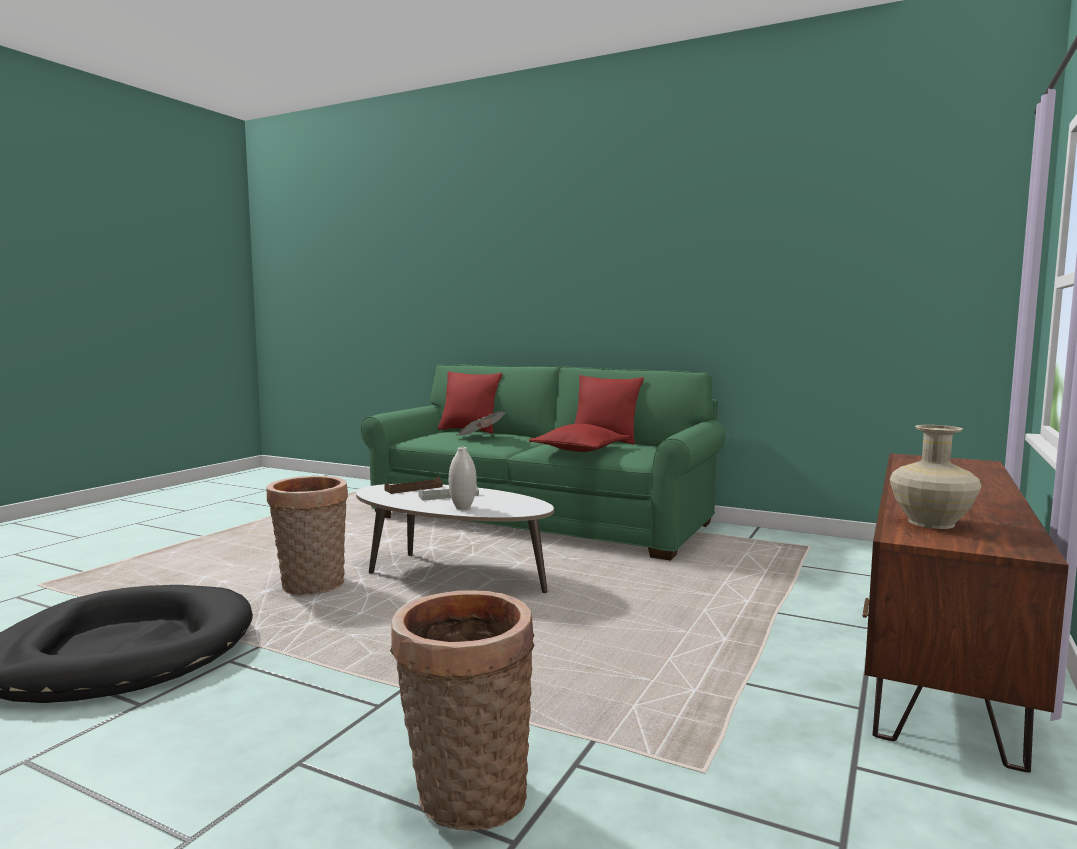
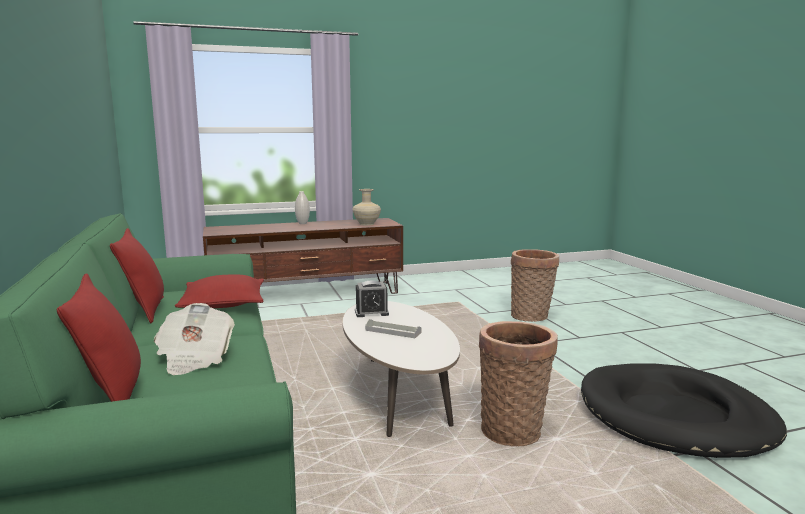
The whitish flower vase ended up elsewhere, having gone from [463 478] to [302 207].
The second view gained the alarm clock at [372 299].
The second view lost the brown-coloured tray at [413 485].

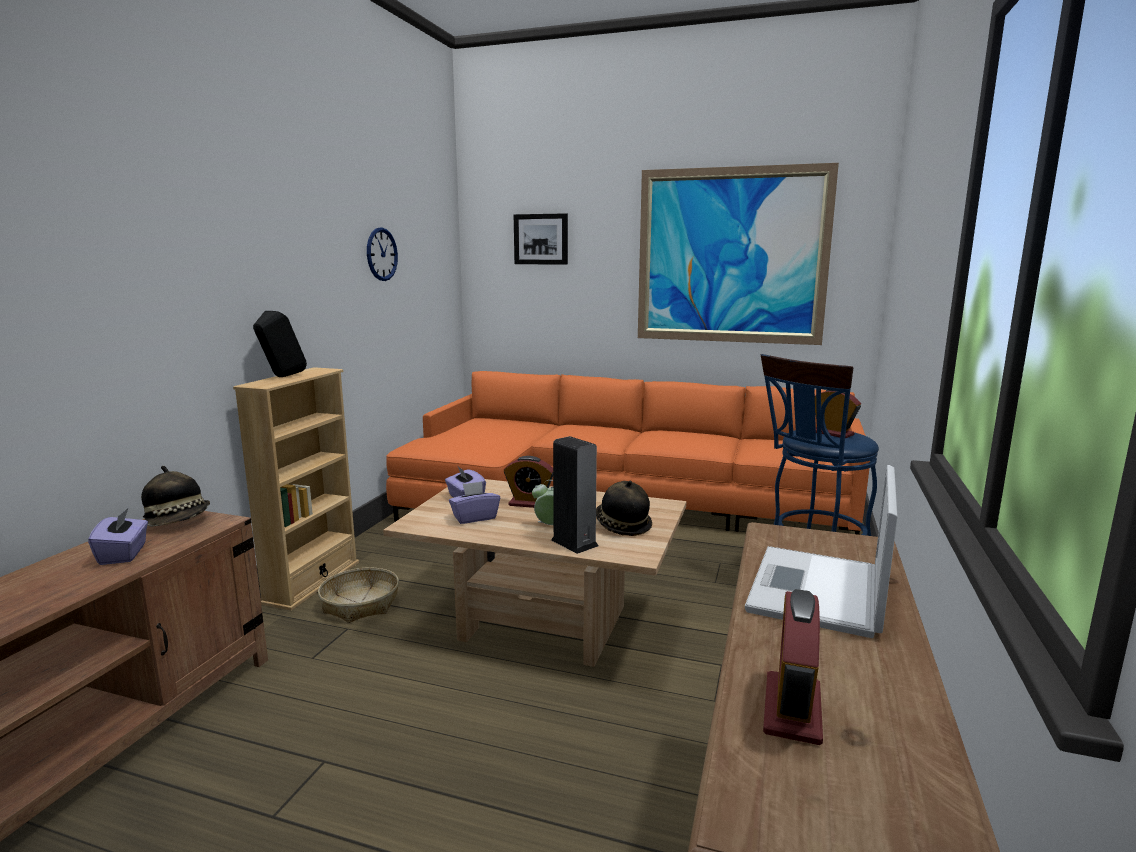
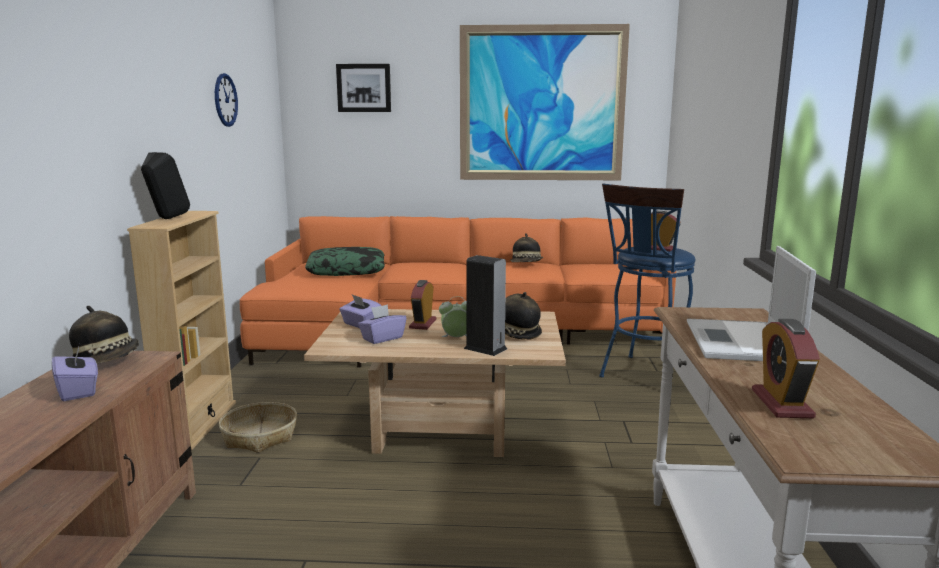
The second view gained the pillow at [345 261].
The alarm clock at [528 482] ended up facing another way, 105 degrees clockwise from before.
The second view gained the clothing hat at [526 247].

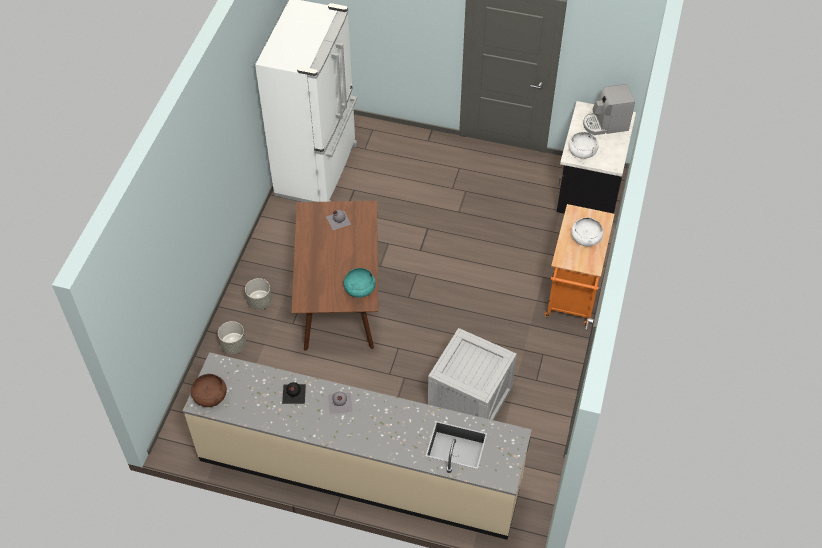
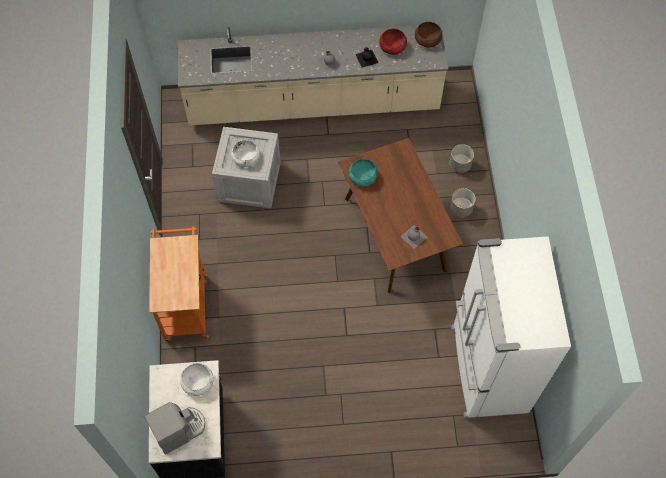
The whitish serving bowl ended up elsewhere, having gone from [587 232] to [245 153].
The second view gained the red serving bowl at [393 42].

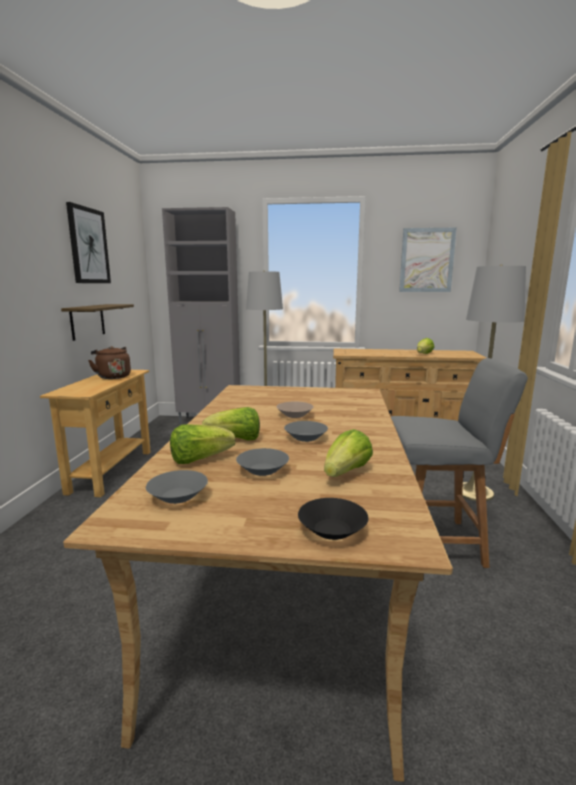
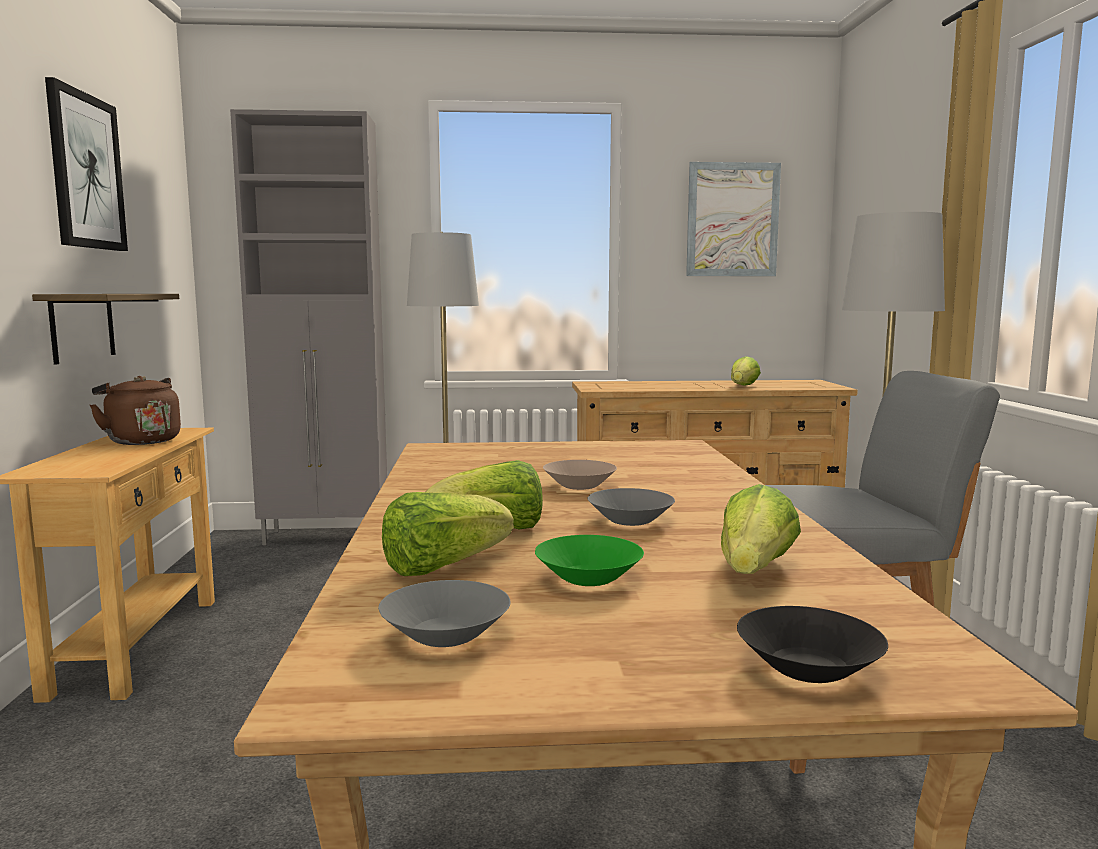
What was the greyish serving bowl at [262 462] turned into the green-coloured serving bowl at [589 560].

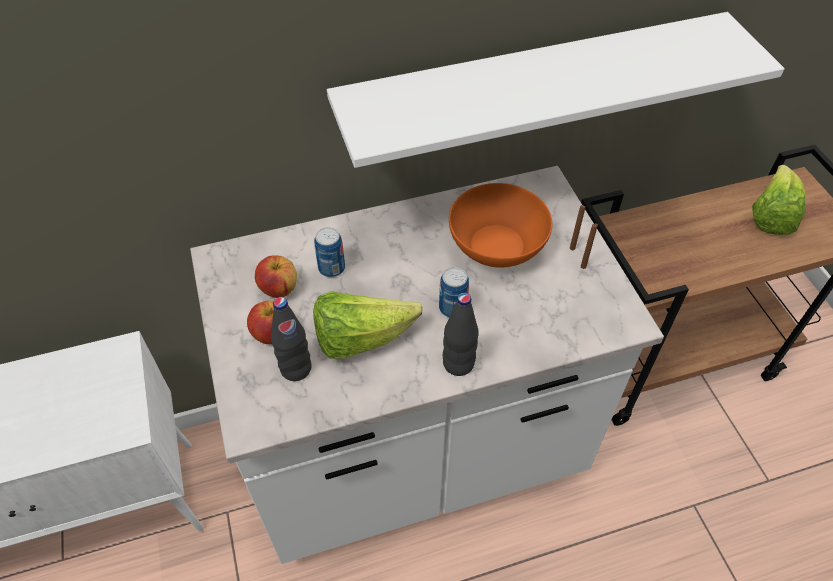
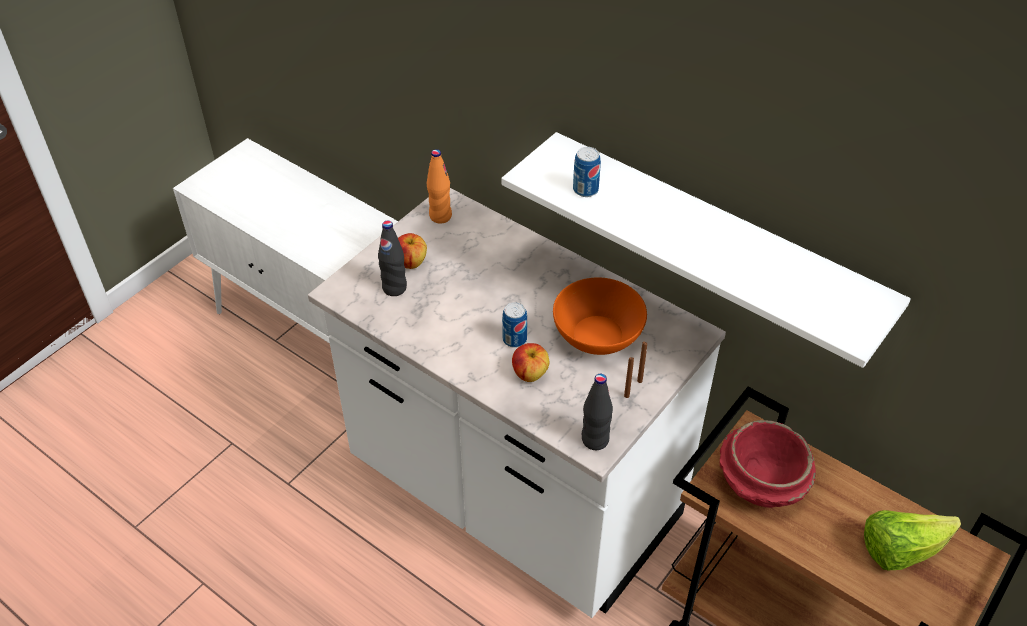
The second view gained the orange drink bottle at [439 186].
The whole apple ended up elsewhere, having gone from [276 277] to [530 362].
The can ended up elsewhere, having gone from [329 252] to [587 172].
The blackish drink bottle ended up elsewhere, having gone from [460 334] to [597 412].
The second view gained the red serving bowl at [768 464].
The second view lost the head of lettuce at [368 325].

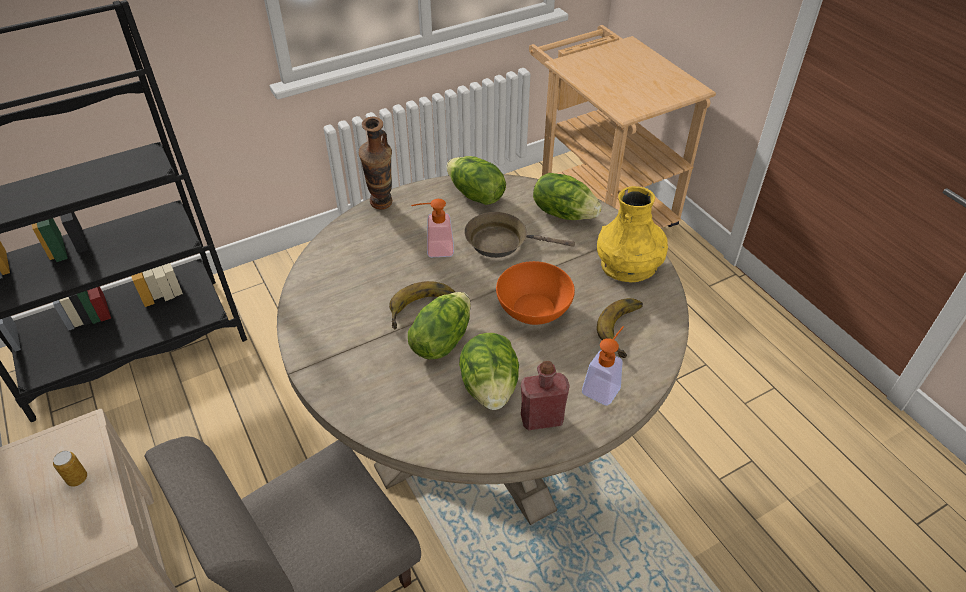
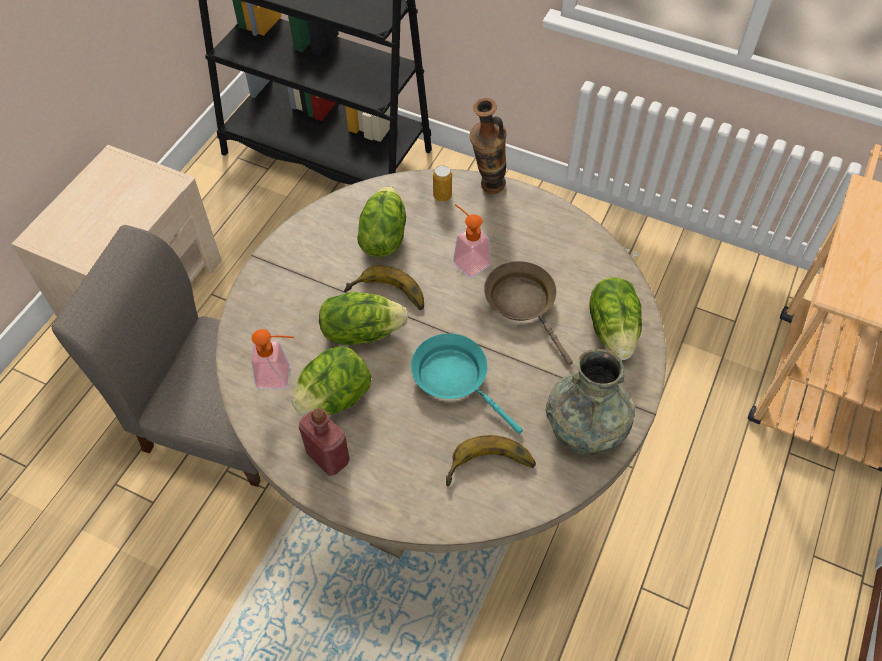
The soap dispenser ended up elsewhere, having gone from [603 366] to [272 359].
The head of lettuce ended up elsewhere, having gone from [476 180] to [381 221].
Where the orange serving bowl stood at [535 293], the blue-green skillet came to stand at [467 383].
The can ended up elsewhere, having gone from [70 469] to [442 183].
What was the yellow flower vase at [632 234] turned into the greyish flower vase at [590 402].

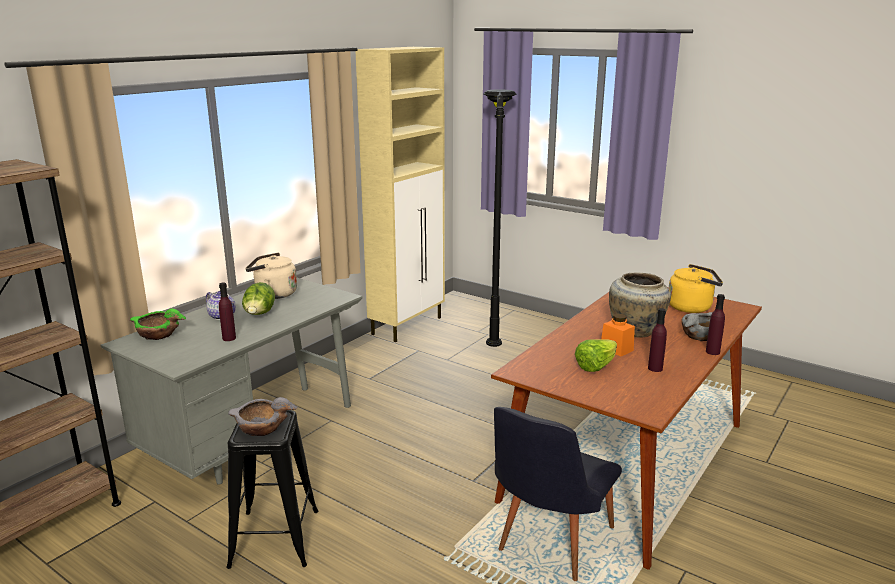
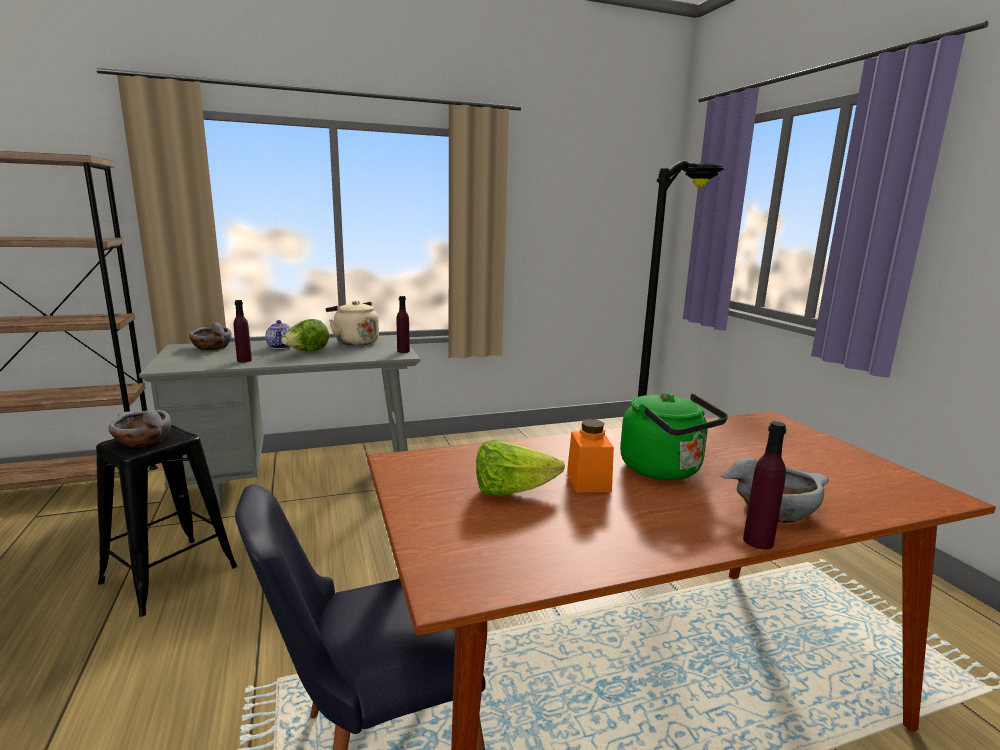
What was the green-coloured serving bowl at [158 324] turned into the greyish serving bowl at [210 336].
The purplish drink bottle ended up elsewhere, having gone from [657 340] to [403 324].
Where the beige flower vase stood at [640 305], the green-coloured kettle came to stand at [674 436].
The second view lost the beige cabinet at [400 194].
The second view lost the yellow kettle at [696 288].

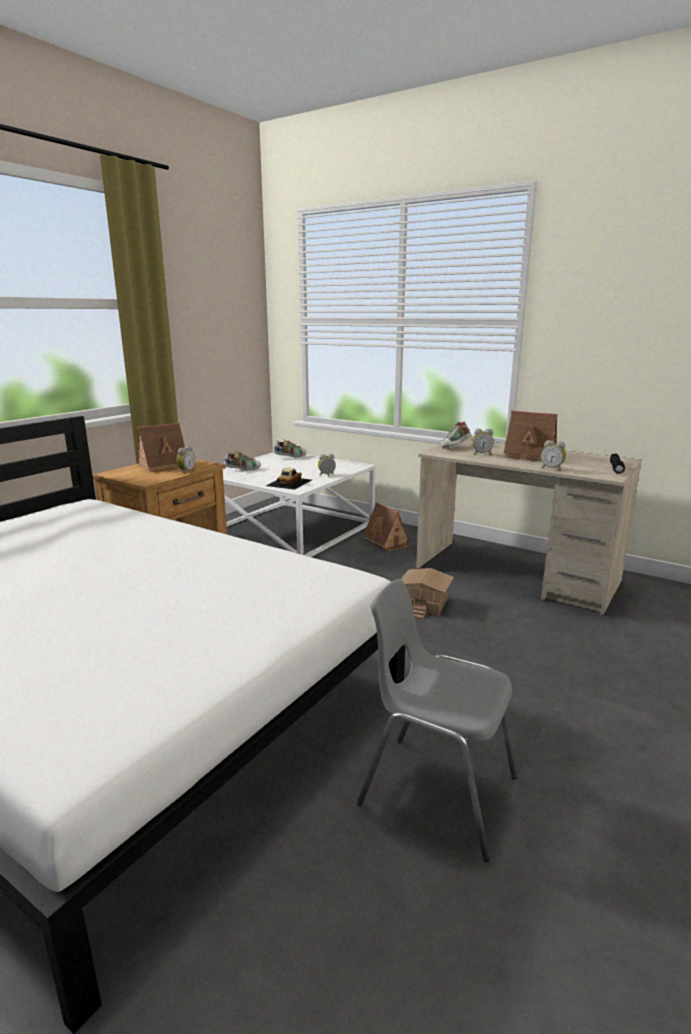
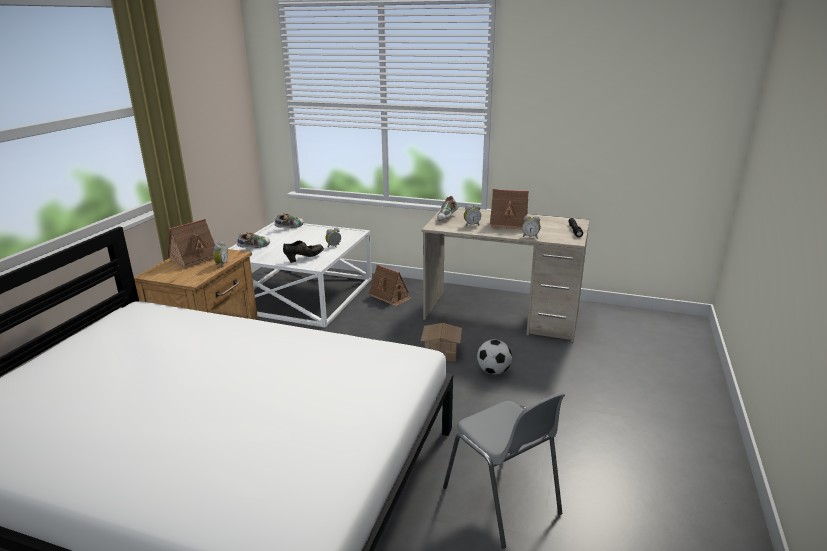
Where the miniature car stood at [288 479], the blackish item of footwear came to stand at [303 252].
The greyish plain chair at [437 720] ended up facing another way, 135 degrees counterclockwise from before.
The second view gained the football at [494 356].

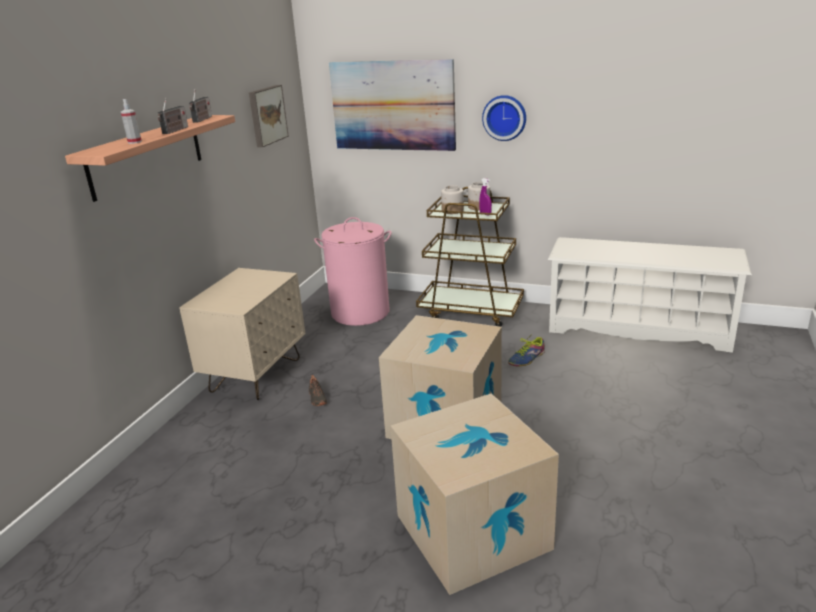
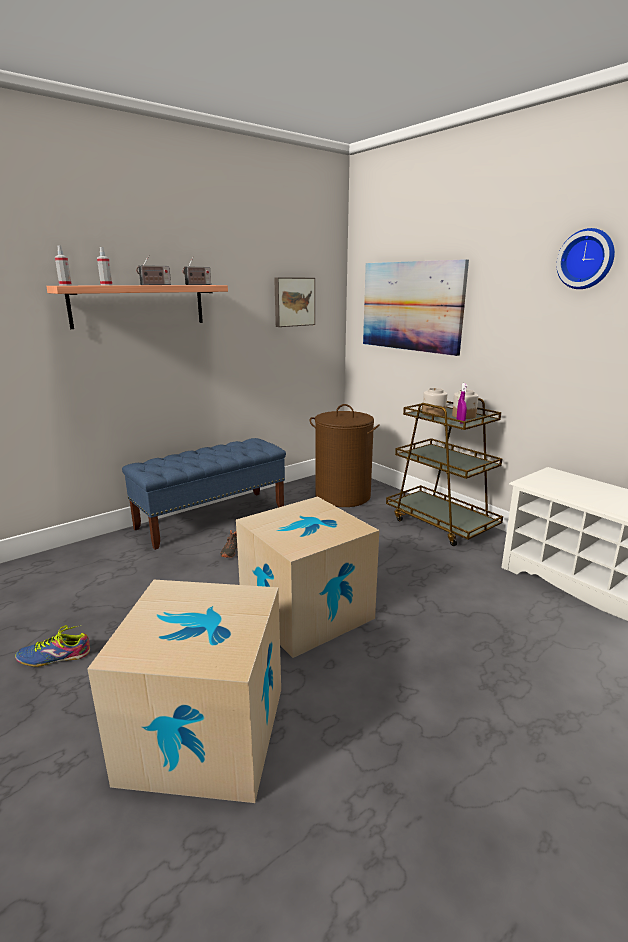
The item of footwear ended up elsewhere, having gone from [526 350] to [52 646].
The second view gained the sprayer at [63 265].
Where the beige night table stood at [242 334], the blue long seat came to stand at [204 494].
What was the pink-coloured laundry basket at [352 271] turned into the brown-coloured laundry basket at [345 455].
The wall clock ended up elsewhere, having gone from [504 118] to [585 258].

